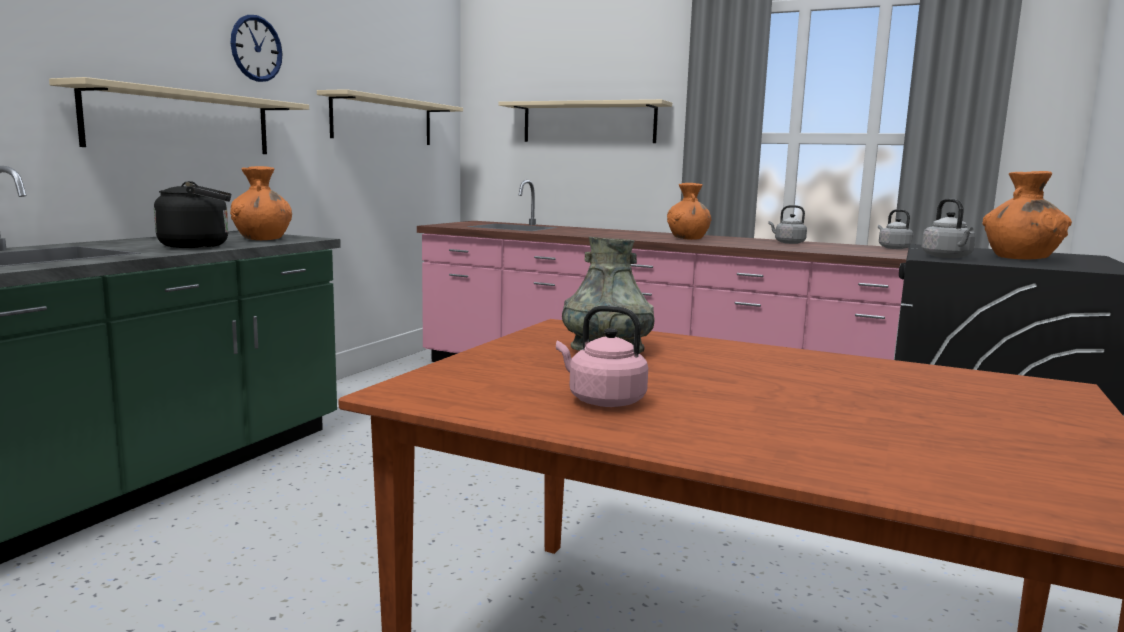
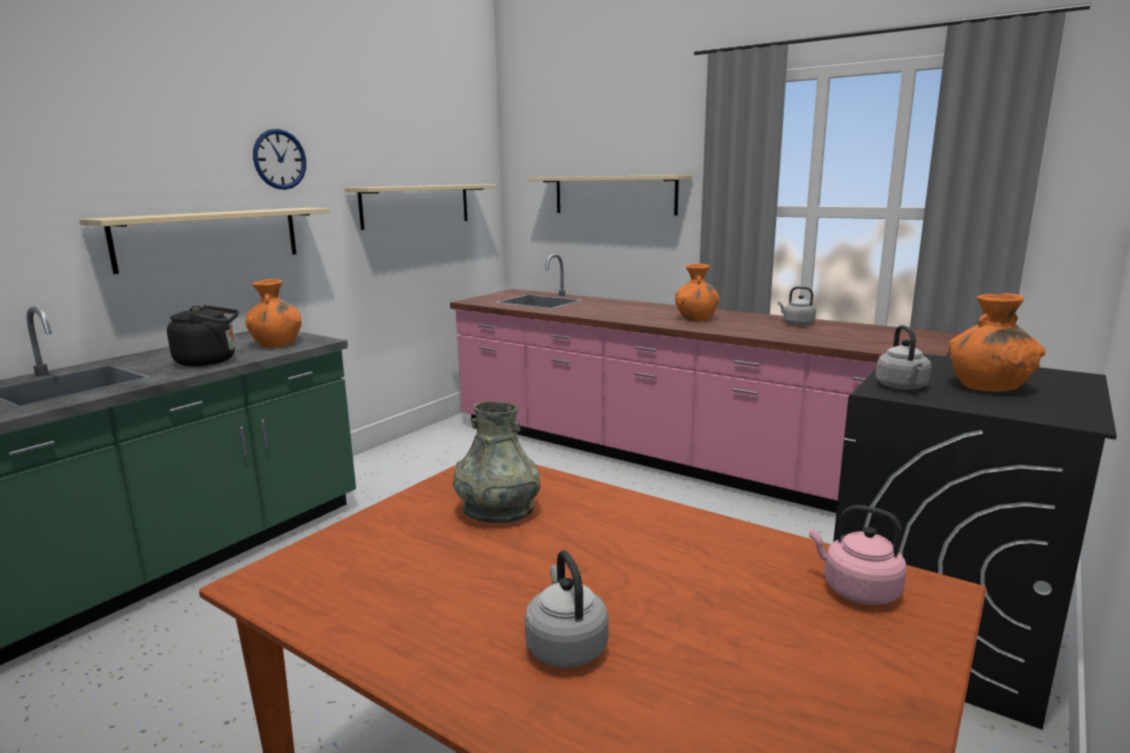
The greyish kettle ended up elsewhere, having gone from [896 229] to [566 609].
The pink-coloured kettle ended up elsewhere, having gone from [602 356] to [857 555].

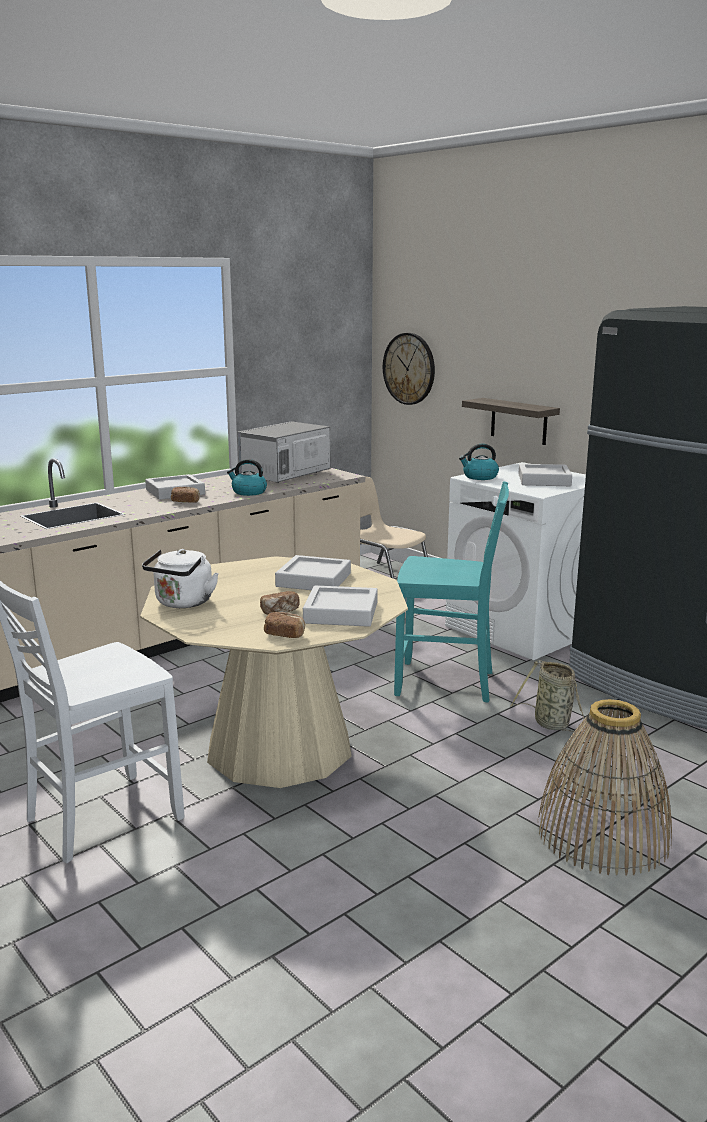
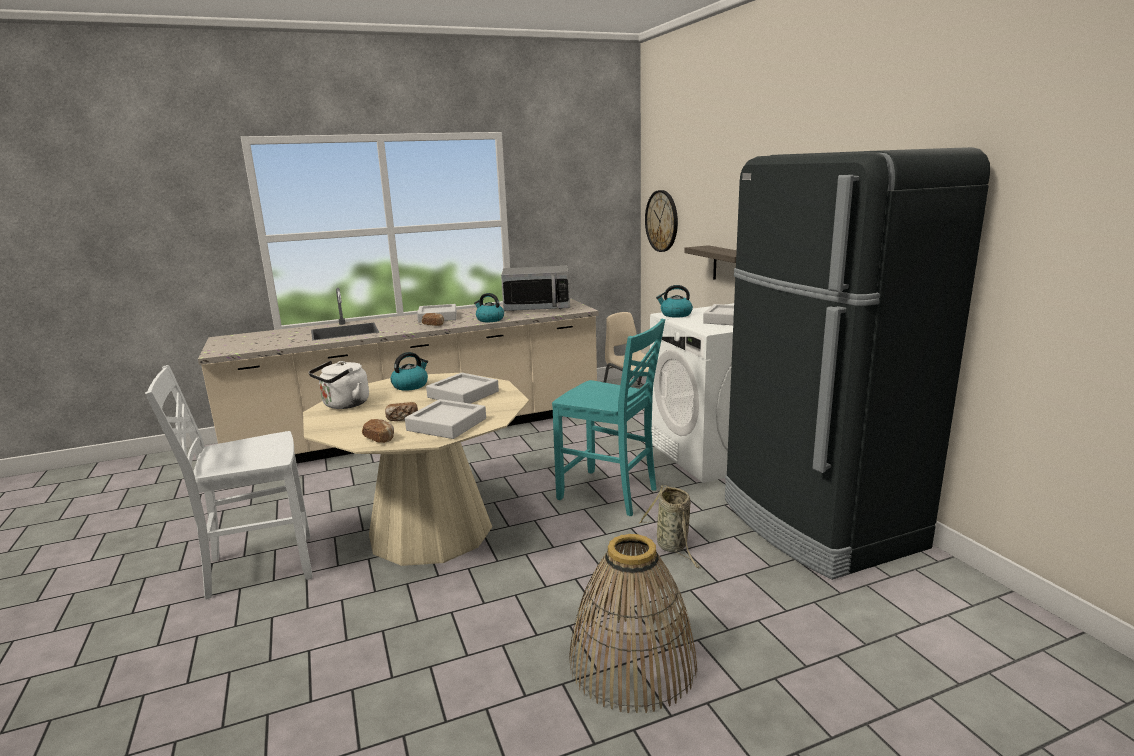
The second view gained the kettle at [409 371].
The microwave at [284 452] ended up facing another way, 150 degrees counterclockwise from before.

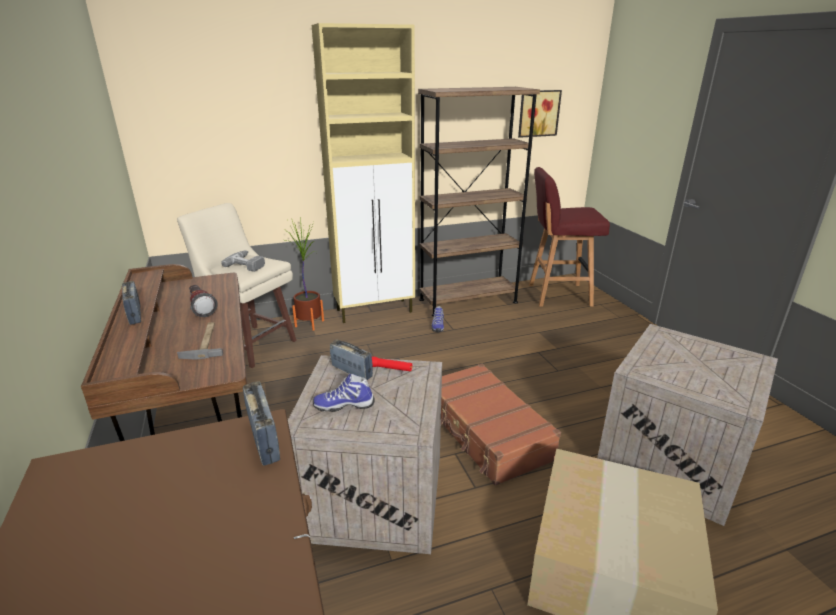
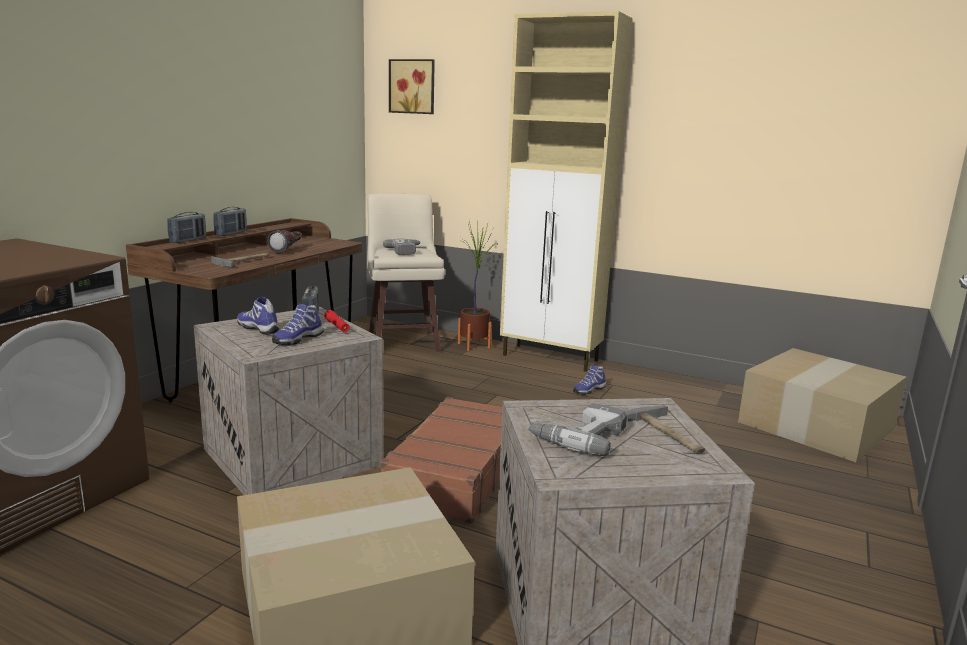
The radio ended up elsewhere, having gone from [261 423] to [186 227].
The second view gained the item of footwear at [298 325].
The wall picture ended up elsewhere, having gone from [540 114] to [412 86].
The second view gained the electric drill at [577 429].
The second view gained the tool hammer at [665 430].
Where the red sitting stool stood at [569 237], the cardboard box came to stand at [822 405].
The second view lost the brown-coloured bookshelf at [479 202].

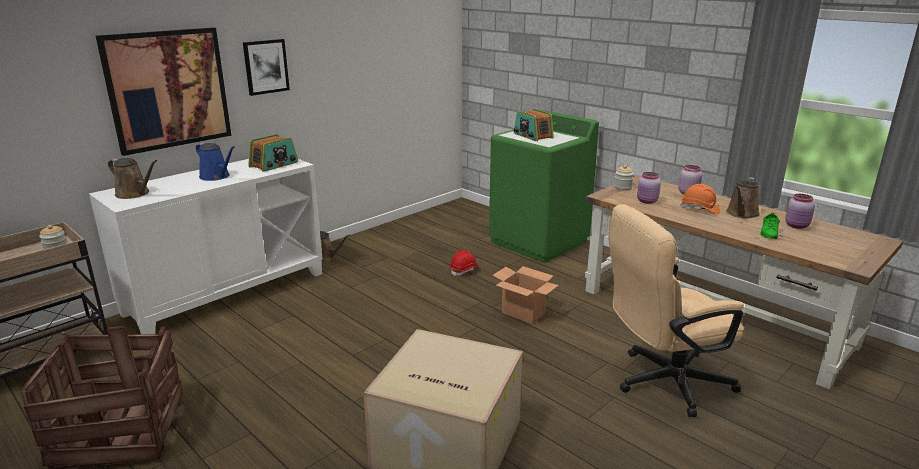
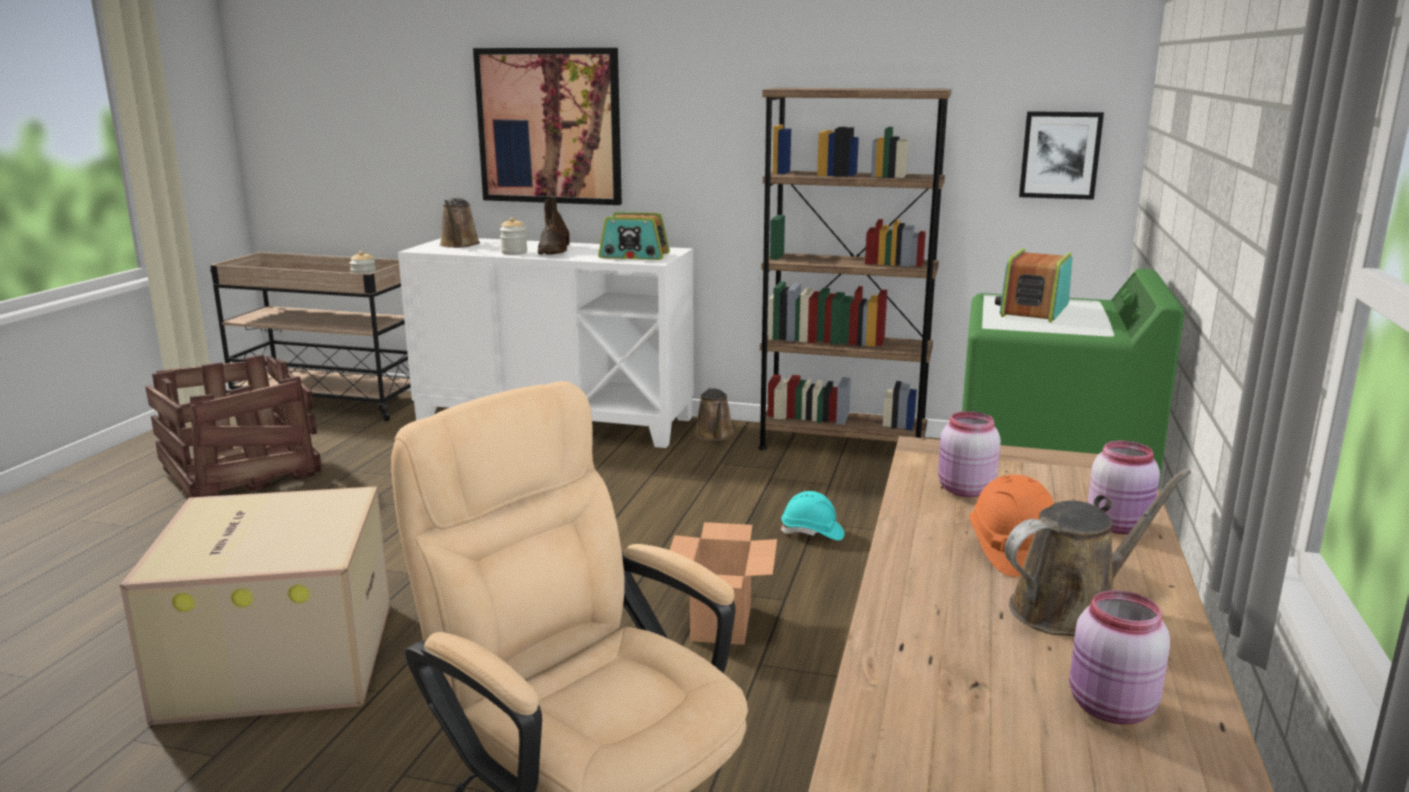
The jar ended up elsewhere, having gone from [624 178] to [513 236].
Where the blue sprinkling can stood at [215 162], the brown-coloured tall boot came to stand at [554 226].
The second view gained the brown-coloured bookshelf at [855 269].
What was the red work helmet at [464 263] turned into the blue-green work helmet at [812 516].
The brown-coloured sprinkling can at [743 198] ended up facing another way, 150 degrees clockwise from before.
The wall picture ended up elsewhere, having gone from [266 67] to [1061 155].
The second view lost the green-coloured item of footwear at [770 226].

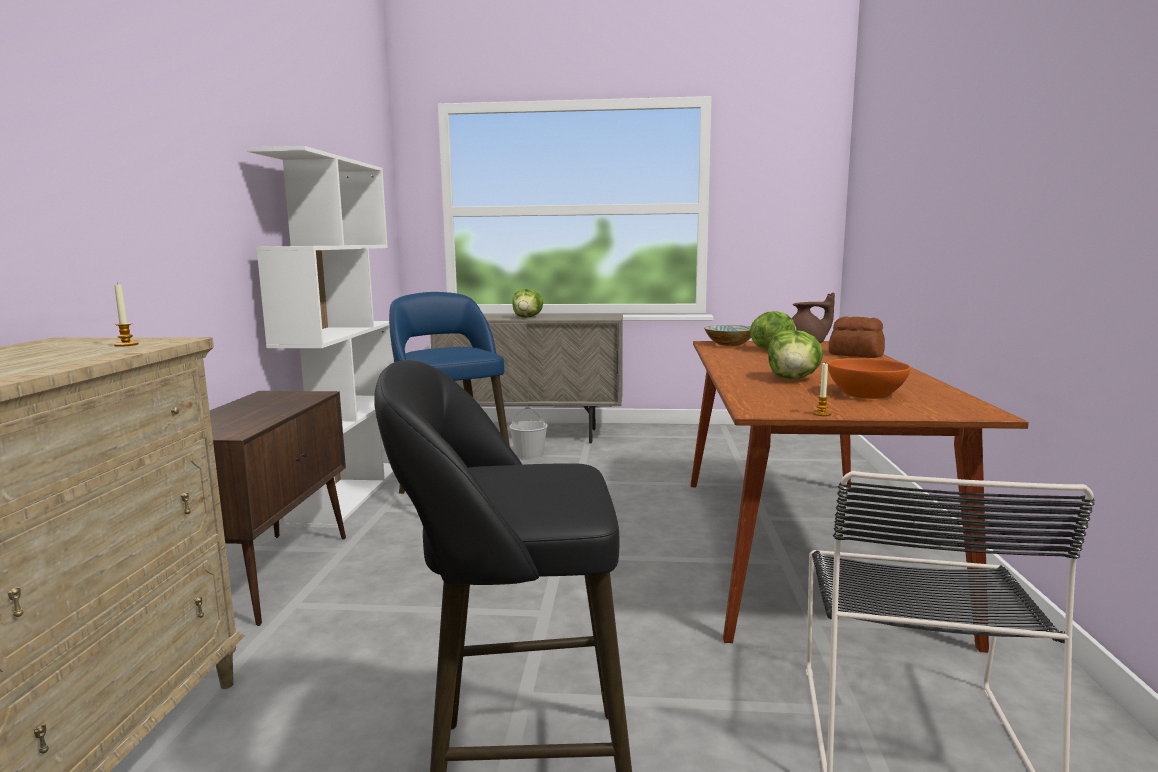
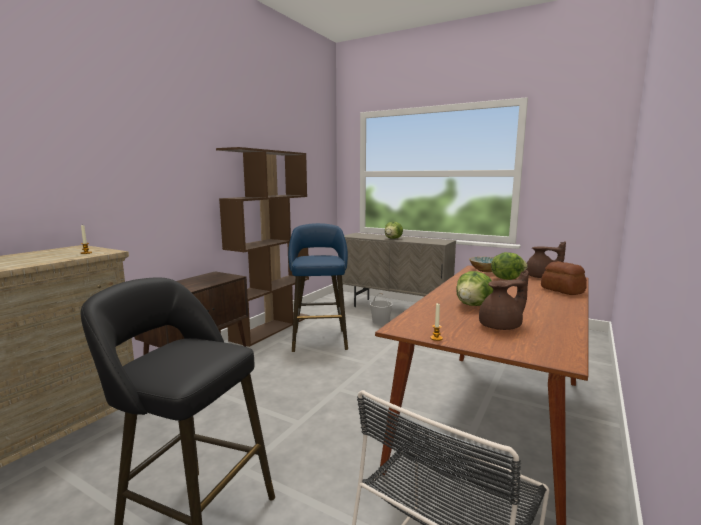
What was the whitish bookshelf at [320 337] turned into the brown-coloured bookshelf at [263 247].
Where the orange serving bowl stood at [869 378], the brown-coloured tea pot came to stand at [504 300].

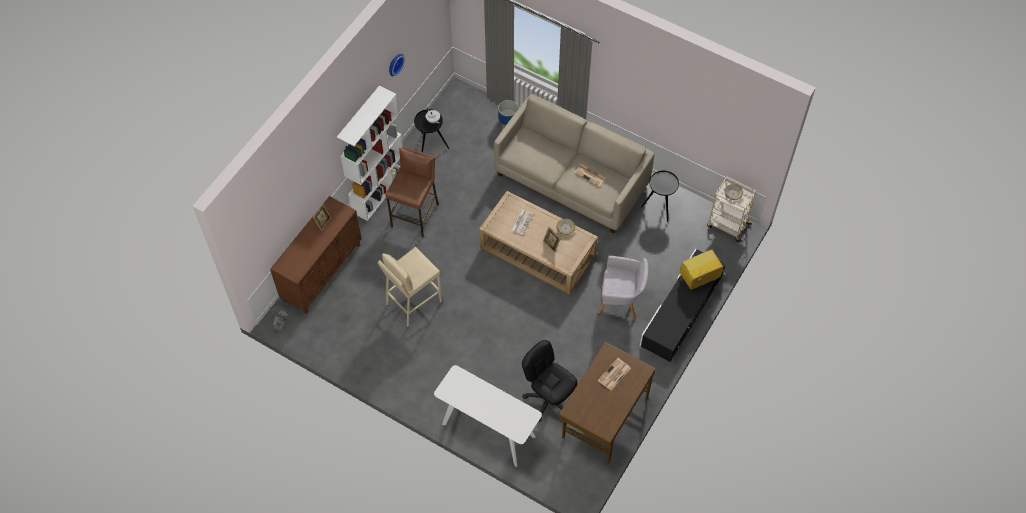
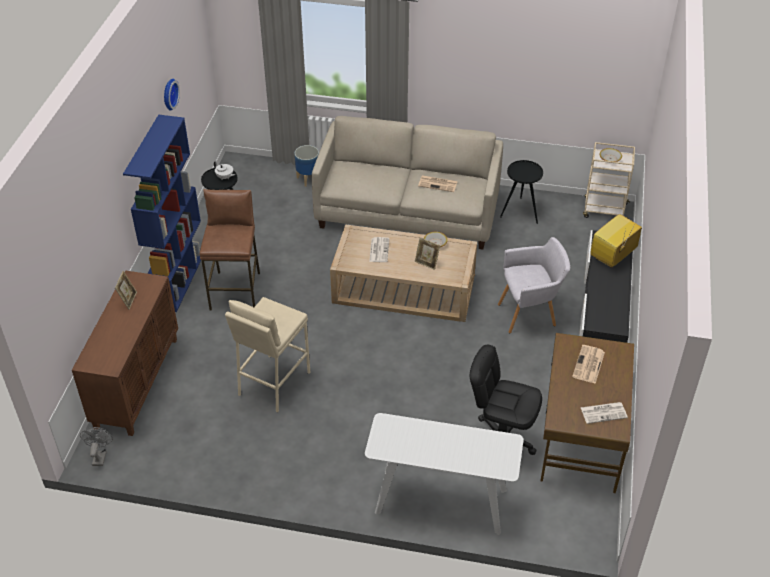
What was the whitish bookshelf at [370 153] turned into the blue bookshelf at [162 213].
The second view gained the newspaper at [604 413].

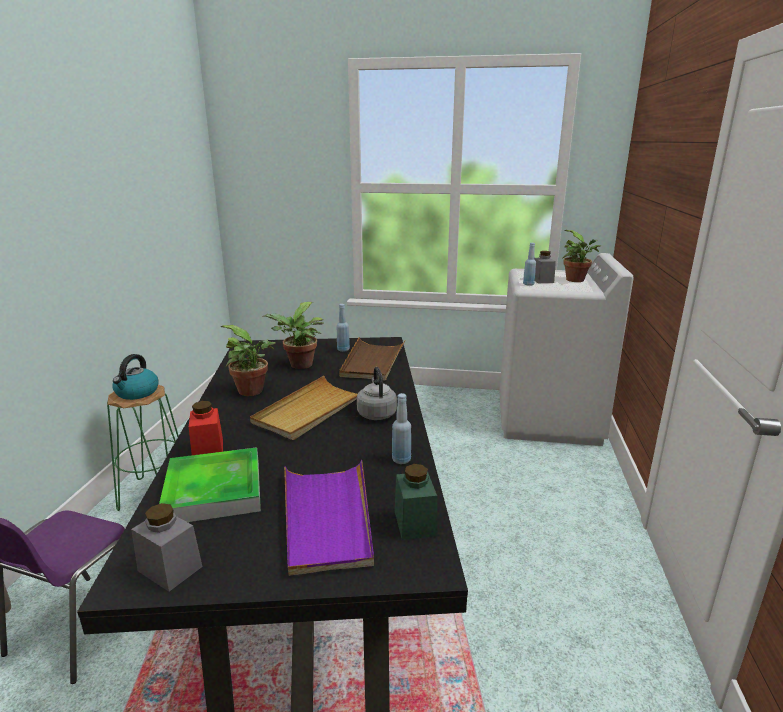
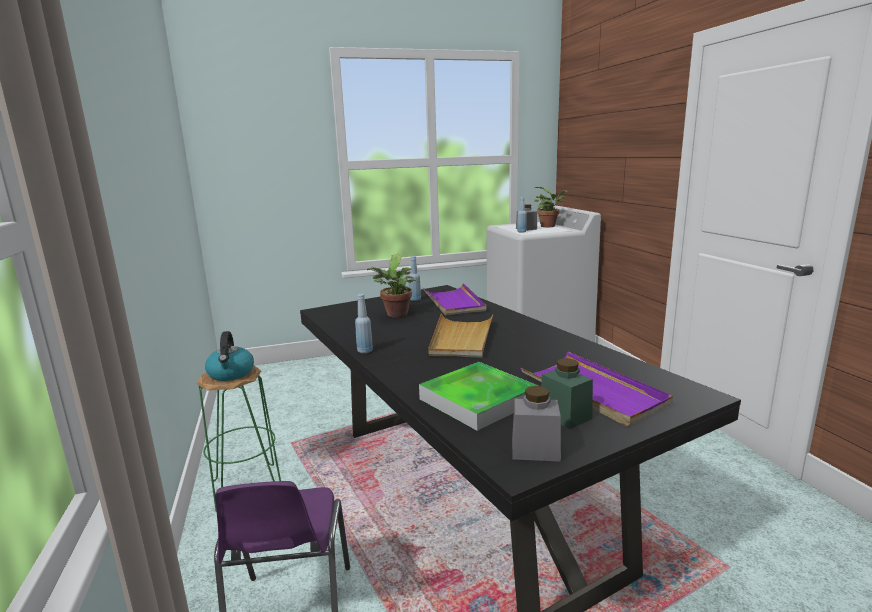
The blue drink bottle ended up elsewhere, having gone from [401 428] to [364 323].
What was the brown-coloured tray at [372 359] turned into the purplish tray at [454 299].
The green-coloured jar ended up elsewhere, having gone from [416 502] to [567 393].
The second view lost the red jar at [206 428].
The second view lost the potted plant at [248 360].
The second view lost the greyish kettle at [377 393].

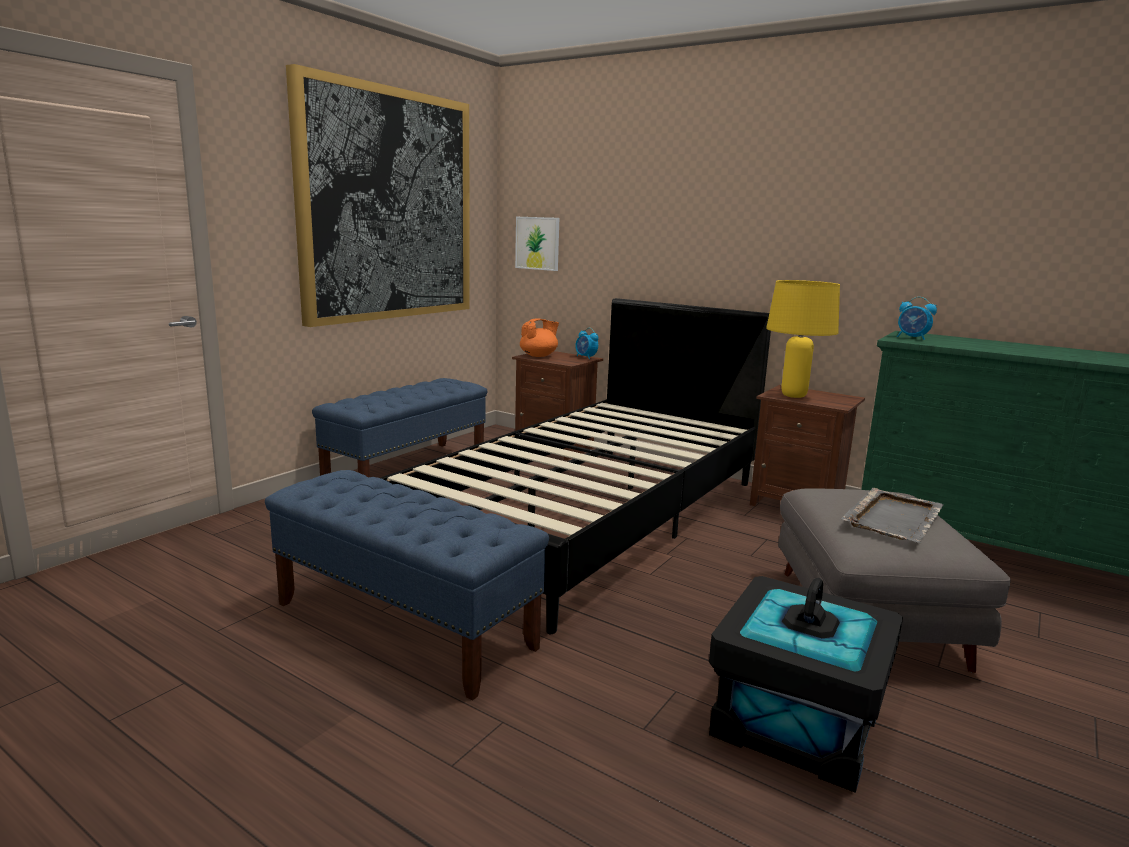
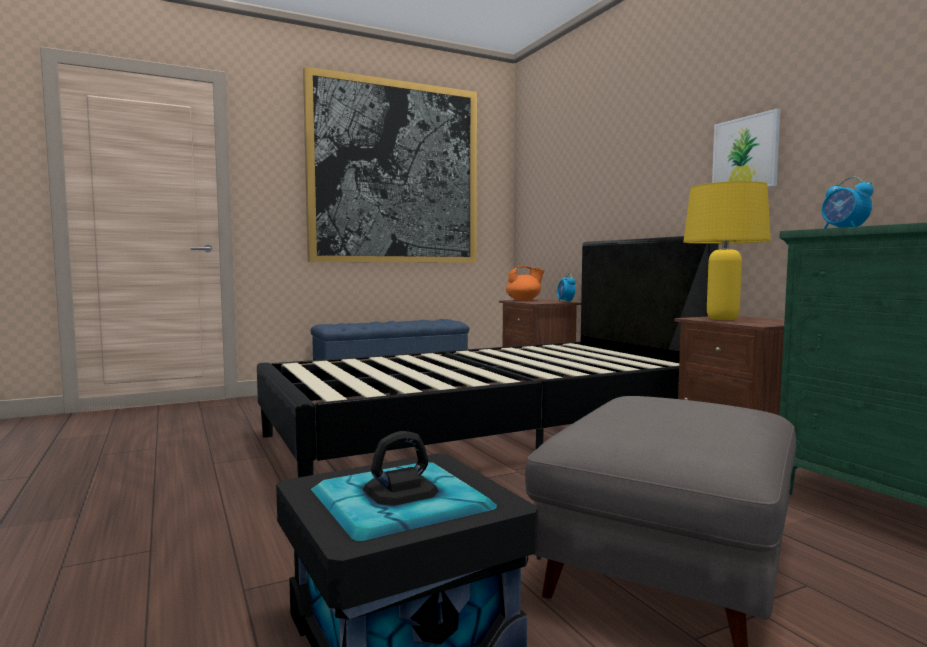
The wall picture ended up elsewhere, having gone from [537 244] to [746 147].
The second view lost the blue long seat at [407 585].
The second view lost the greyish tray at [892 515].

